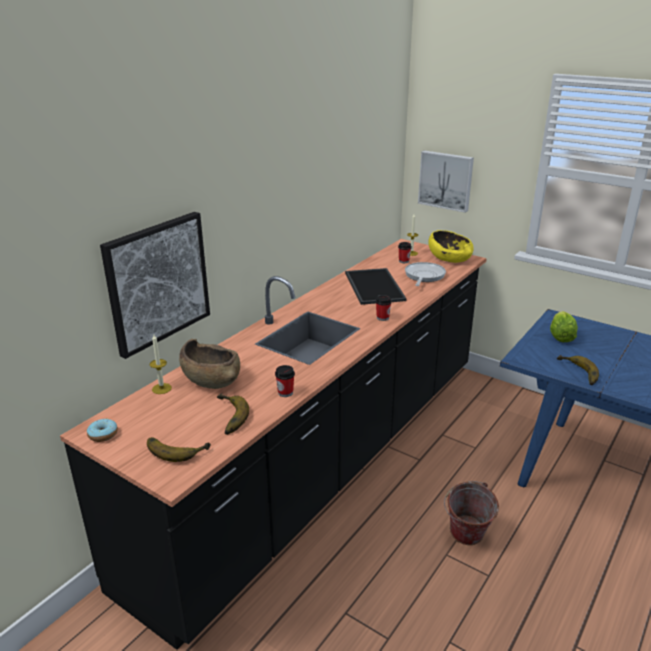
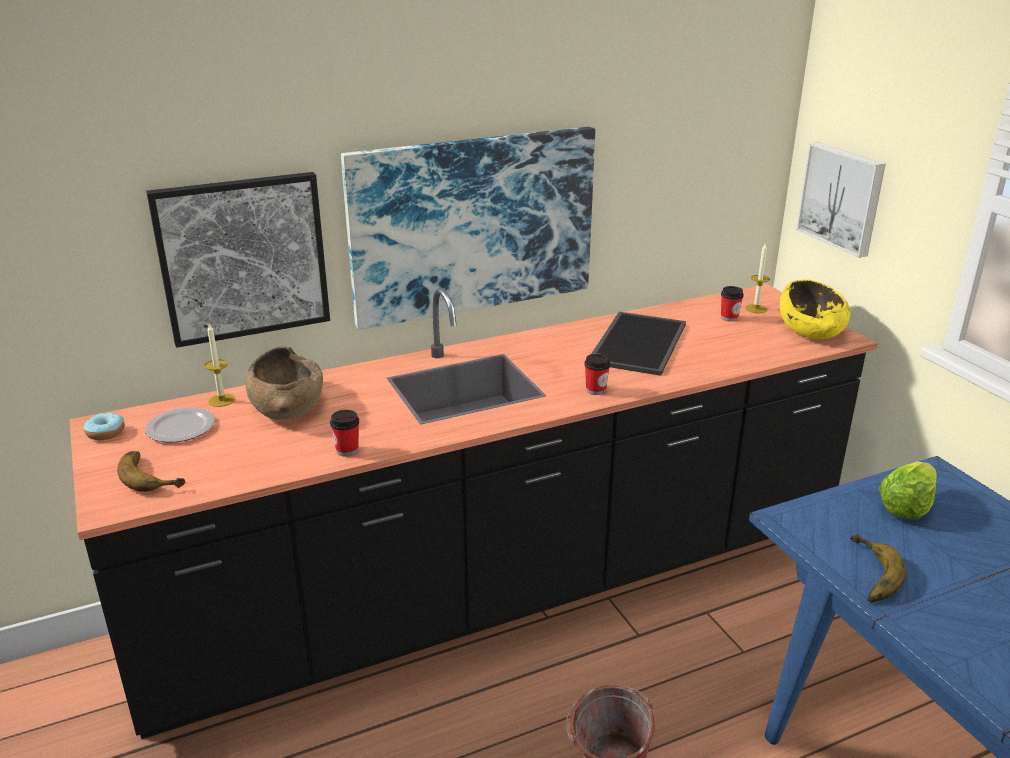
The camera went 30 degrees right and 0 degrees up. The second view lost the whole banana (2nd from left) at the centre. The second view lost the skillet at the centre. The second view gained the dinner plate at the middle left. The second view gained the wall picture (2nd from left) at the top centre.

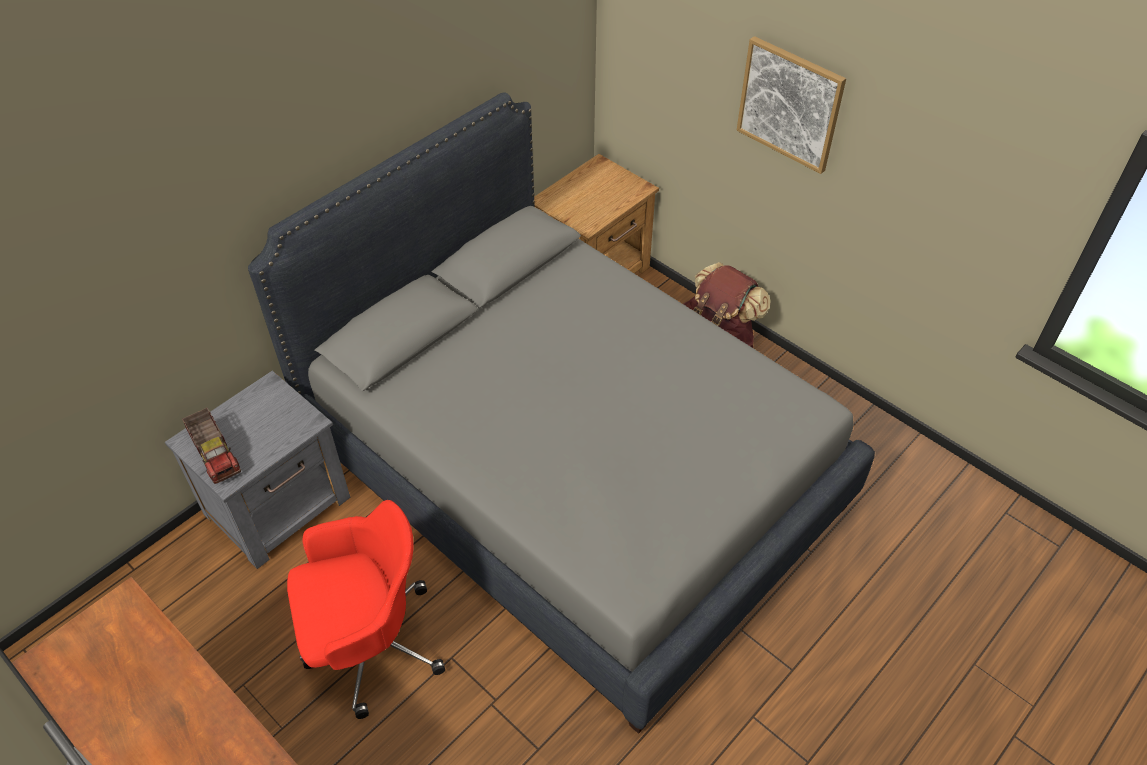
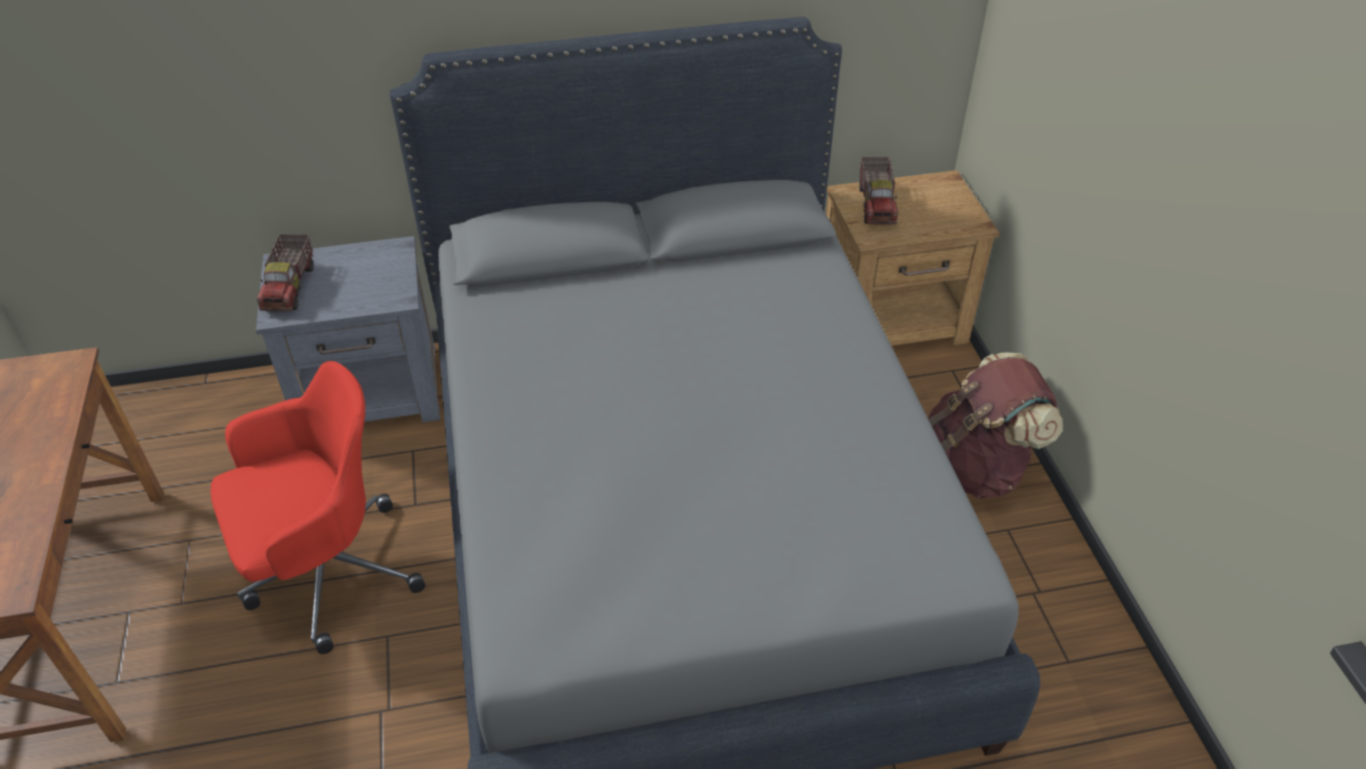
The camera went 35 degrees right and 5 degrees down. The desk chair (red-coloured) at the bottom left ended up facing another way, 45 degrees counterclockwise from before. The second view lost the wall picture at the top right. The second view gained the toy truck (2nd from left) at the top centre.

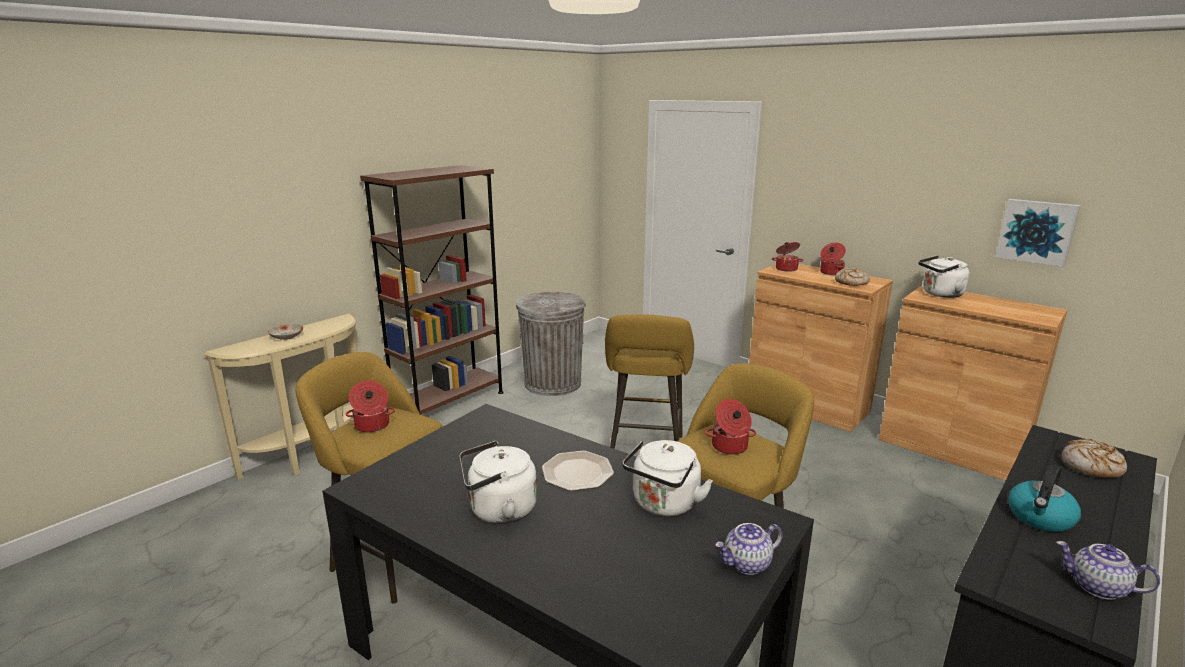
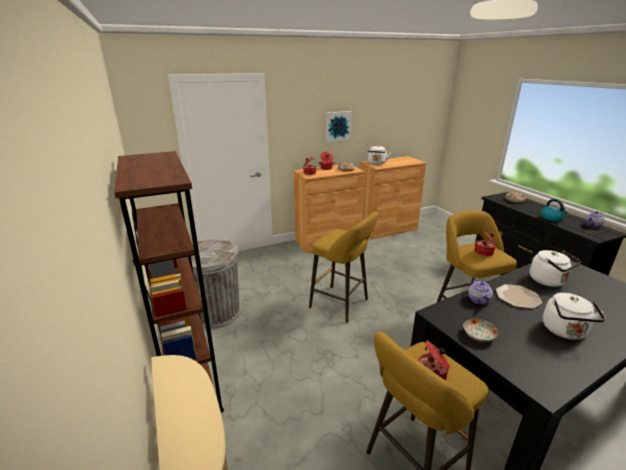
The camera went 65 degrees left and 5 degrees up. The dinner plate (1st from left) ended up elsewhere, having gone from the middle left to the bottom right. The pot for tea (1st from left) ended up elsewhere, having gone from the bottom centre to the middle right. The wall picture ended up elsewhere, having gone from the middle right to the top centre.

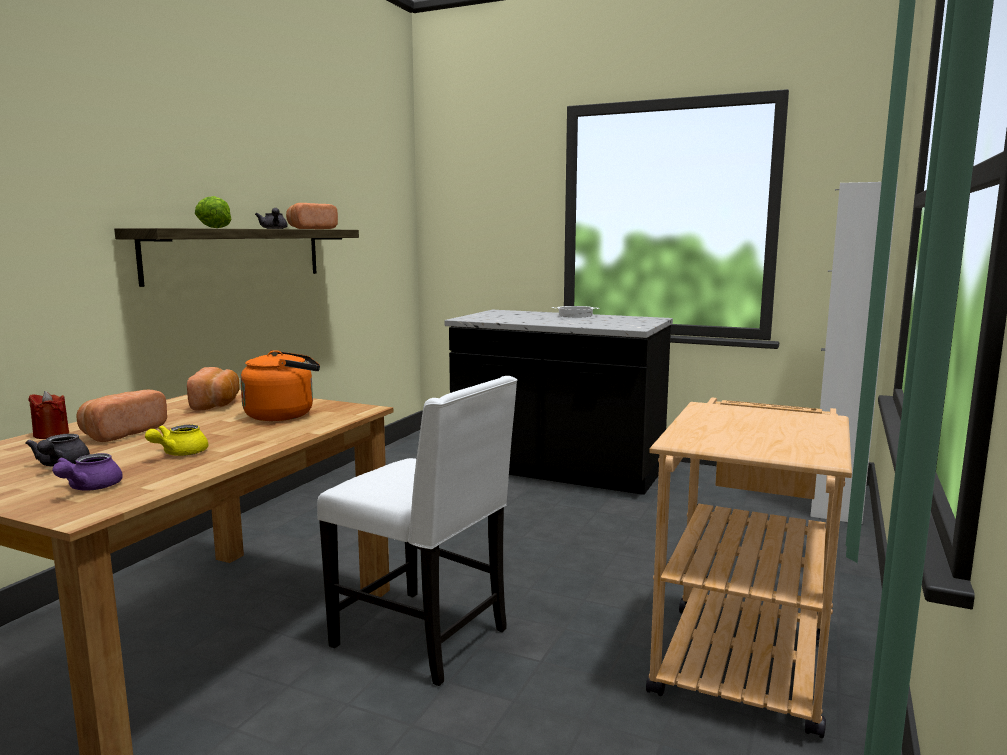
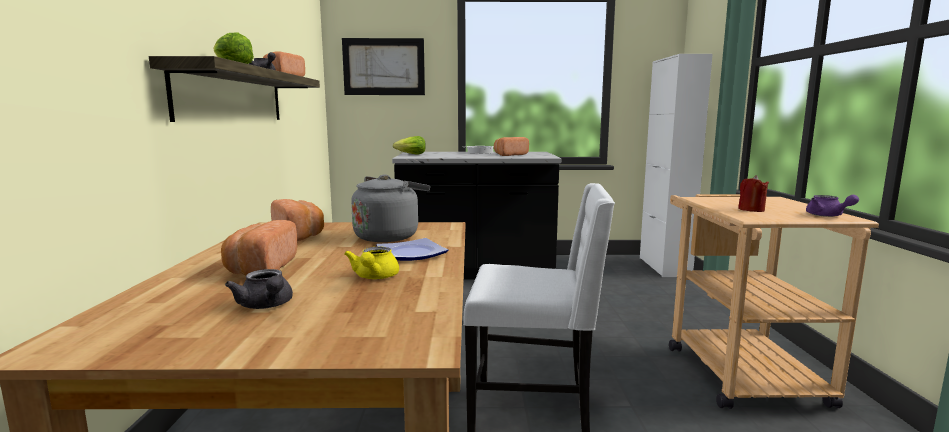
The camera went 25 degrees left and 0 degrees up. The candle (red-coloured) ended up elsewhere, having gone from the middle left to the middle right. The pot for tea (purplish) ended up elsewhere, having gone from the middle left to the middle right. What was the kettle (orange) at the middle left turned into the kettle (grey) at the centre. The second view gained the wall picture at the top centre. The second view gained the dinner plate at the centre. The second view gained the head of lettuce (2nd from left) at the centre. The second view gained the baked bread (4th from left) at the centre.

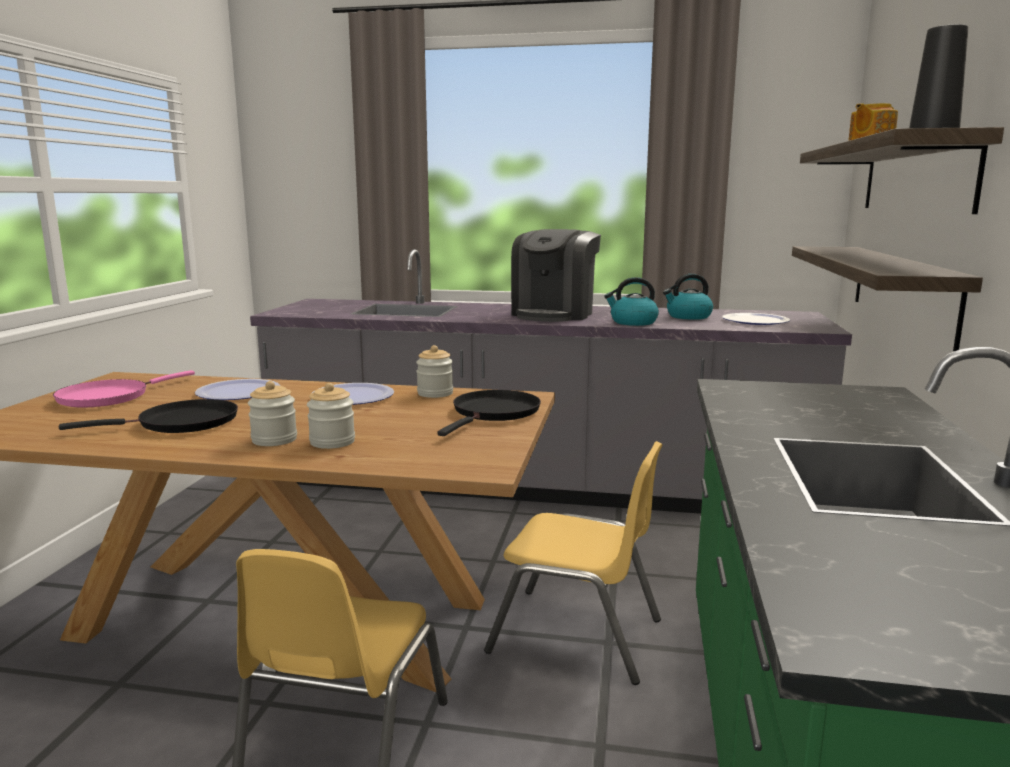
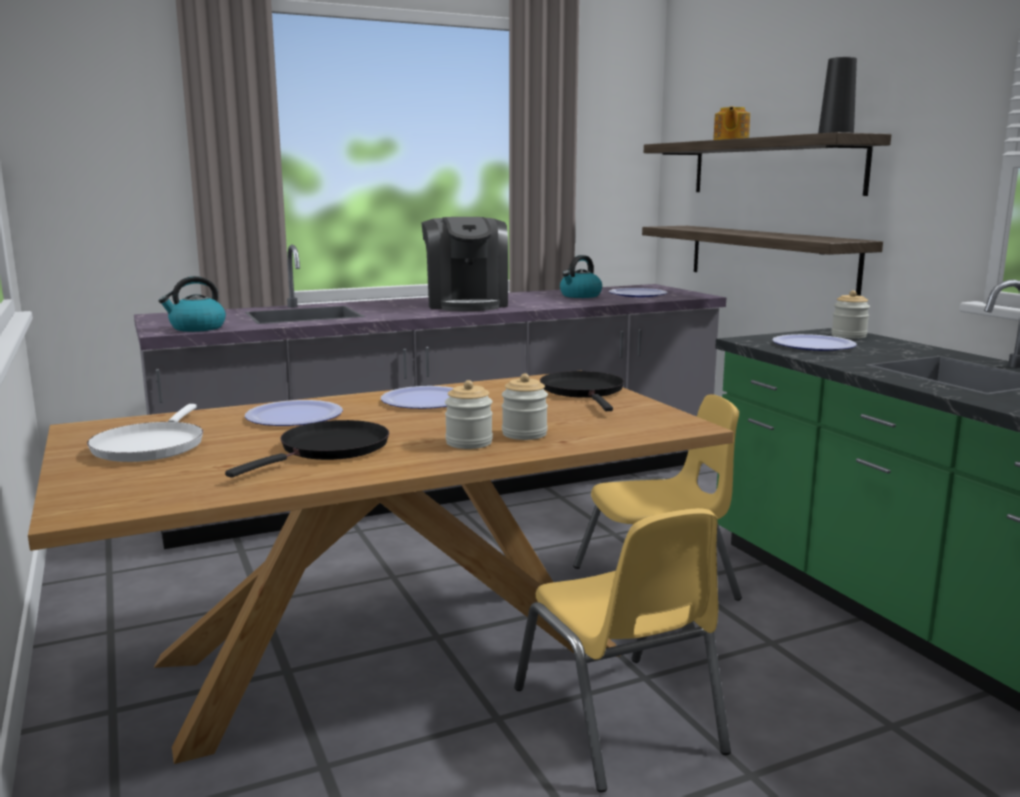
The camera went 35 degrees left and 0 degrees up. What was the skillet (pinkish) at the middle left turned into the skillet (white-coloured) at the middle left. The preserve jar (3rd from left) ended up elsewhere, having gone from the centre to the middle right. The kettle (1st from left) ended up elsewhere, having gone from the centre to the middle left. The second view gained the dinner plate (4th from left) at the middle right.

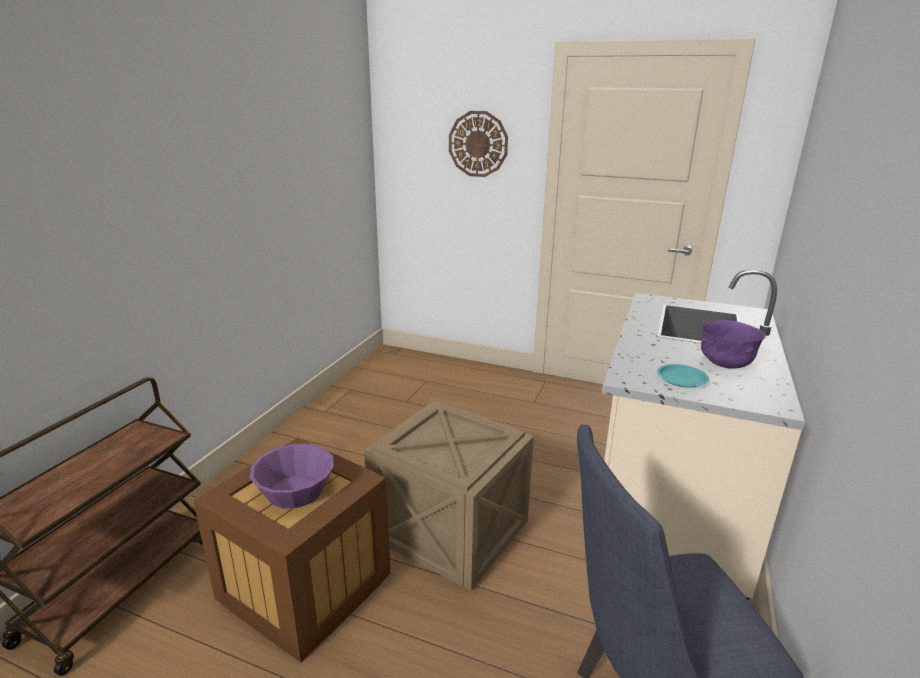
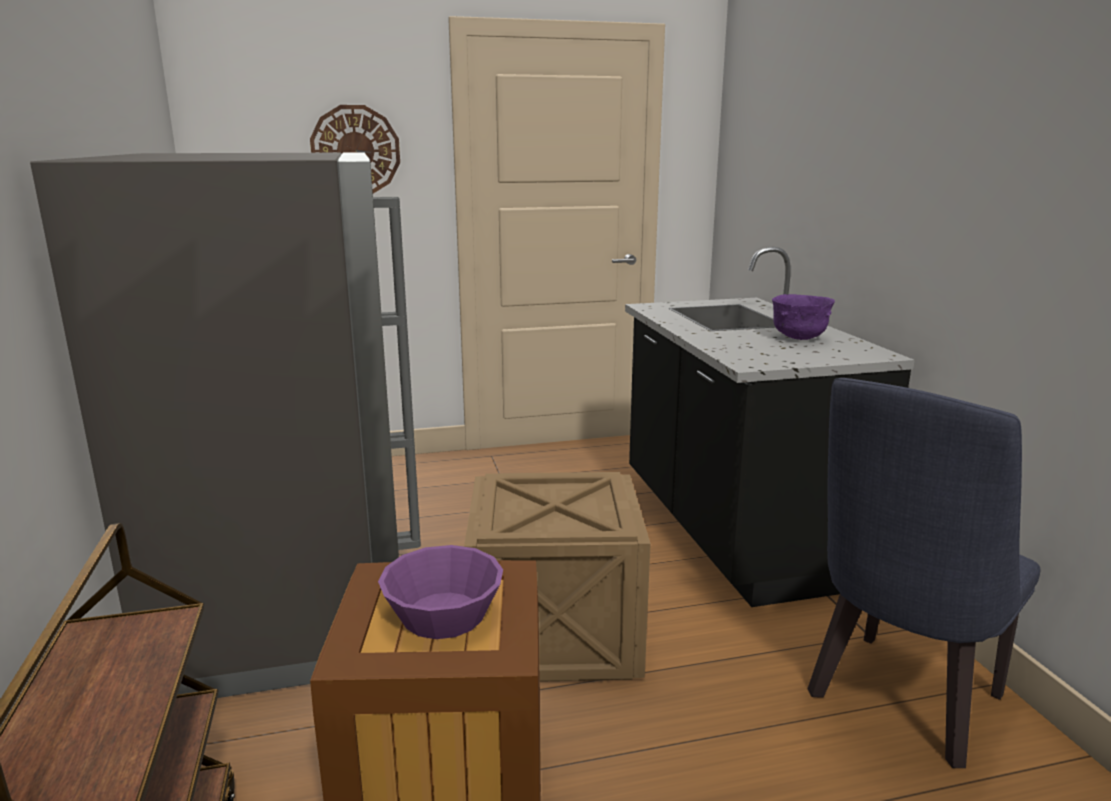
The camera went 35 degrees left and 5 degrees down. What was the kitchen counter (beige) at the middle right turned into the kitchen counter (blackish) at the middle right. The second view lost the dinner plate (blue-green) at the middle right. The second view gained the refrigerator (grey) at the middle left.

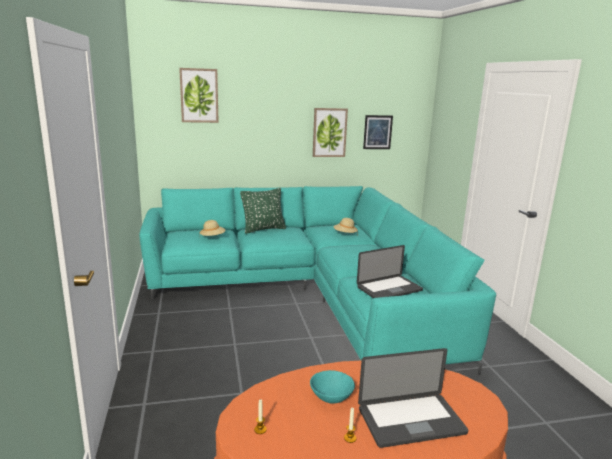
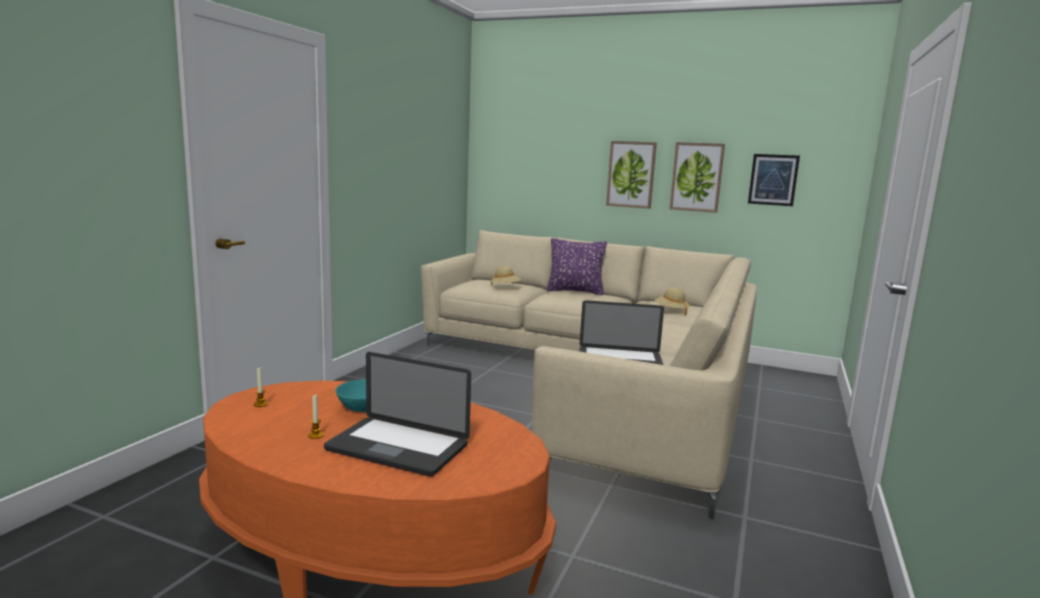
The camera went 35 degrees right and 5 degrees down. What was the sofa (blue-green) at the centre turned into the sofa (beige) at the centre. The wall picture (1st from left) ended up elsewhere, having gone from the top left to the top centre. What was the cushion (green) at the centre turned into the cushion (purplish) at the centre.

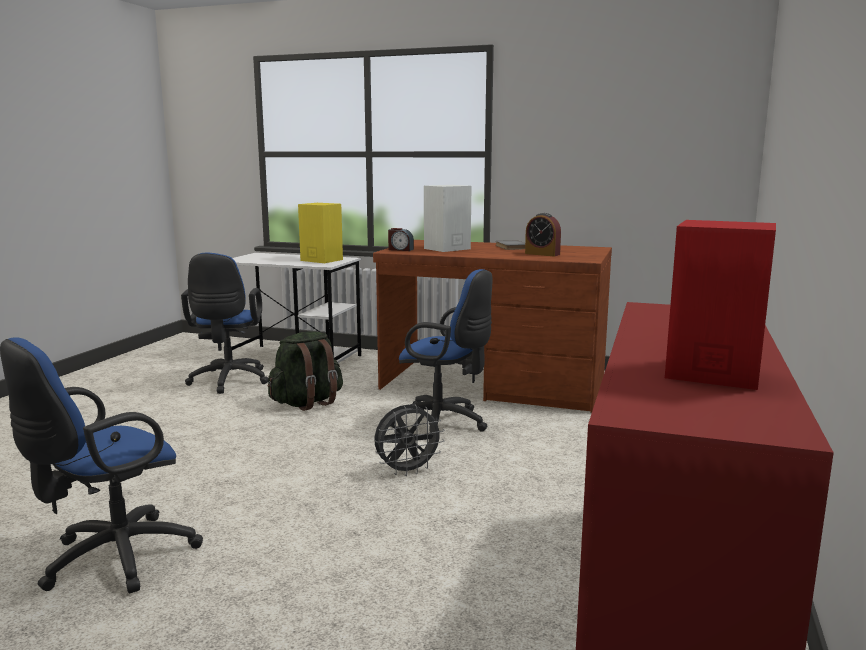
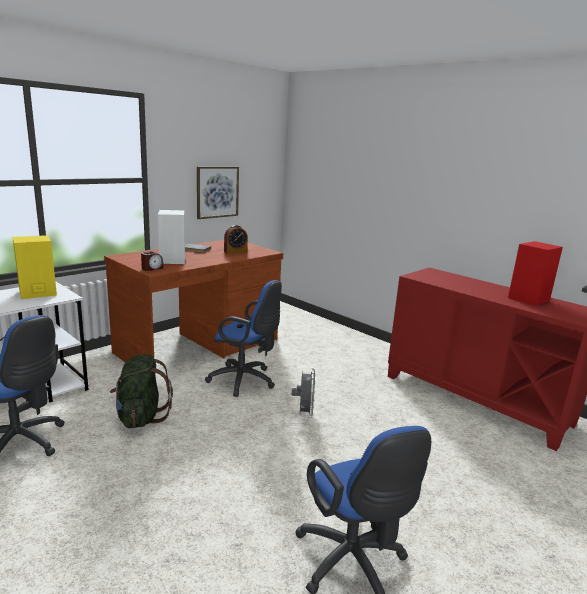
The camera went 65 degrees left and 5 degrees up. The desk chair (bluish) (3rd from left in the first image) at the centre ended up facing another way, 60 degrees clockwise from before. The second view gained the wall picture at the top centre.

